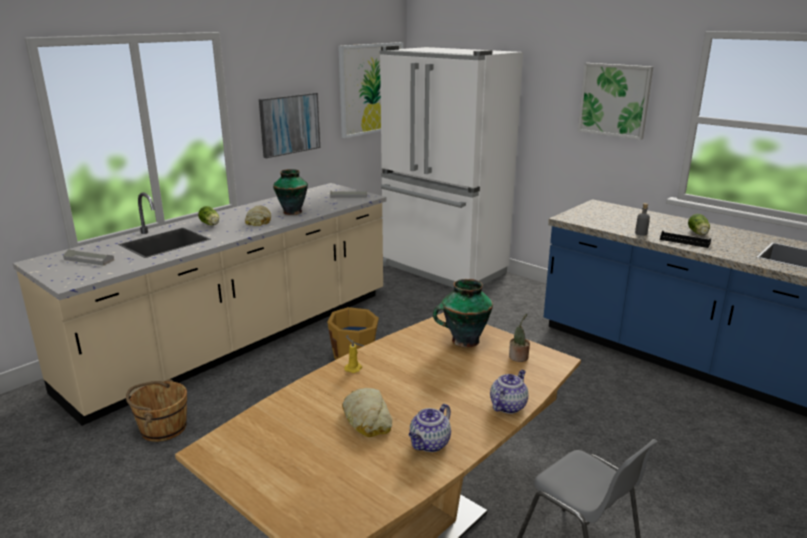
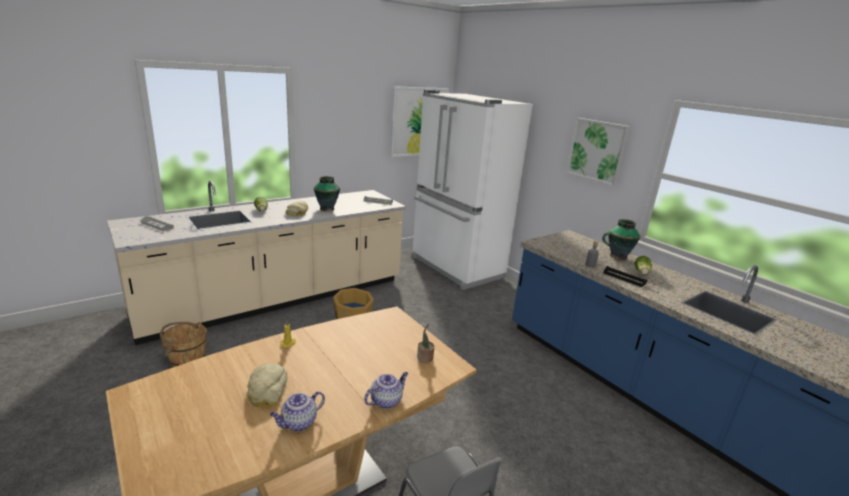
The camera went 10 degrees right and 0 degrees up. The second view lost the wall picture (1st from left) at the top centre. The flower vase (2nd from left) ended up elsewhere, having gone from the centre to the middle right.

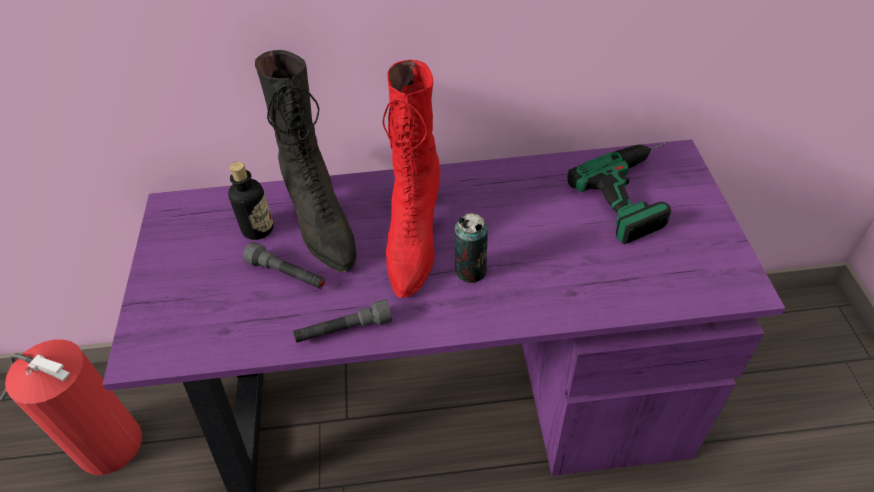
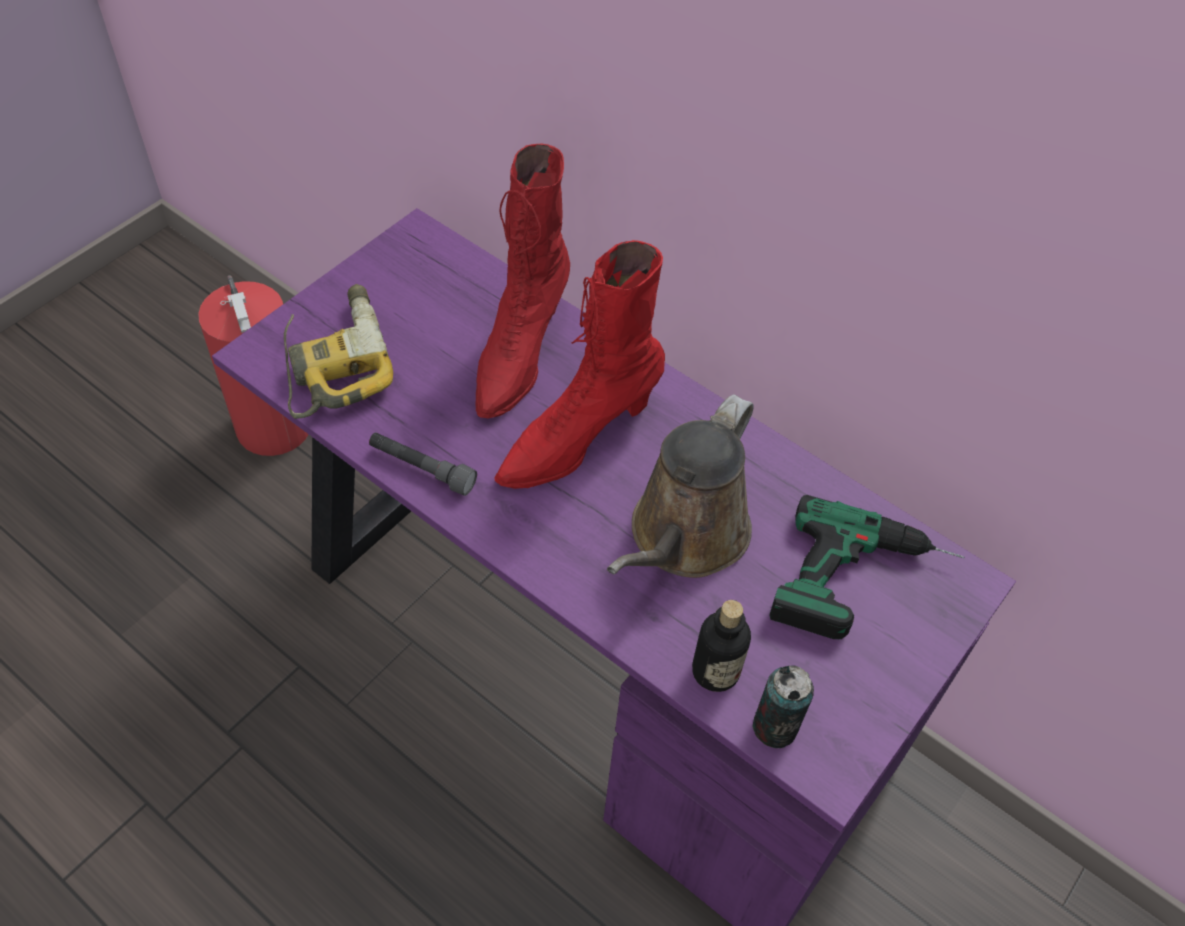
The camera went 40 degrees right and 5 degrees up. The drink bottle ended up elsewhere, having gone from the middle left to the bottom centre. The second view lost the hand torch (grey) (1st from left) at the middle left. What was the high-top boot (blackish) at the top centre turned into the high-top boot (red-coloured) (1st from left) at the top centre. The metal can ended up elsewhere, having gone from the centre to the bottom centre. The second view gained the power drill (1st from left) at the middle left. The second view gained the sprinkling can (brownish) at the centre.

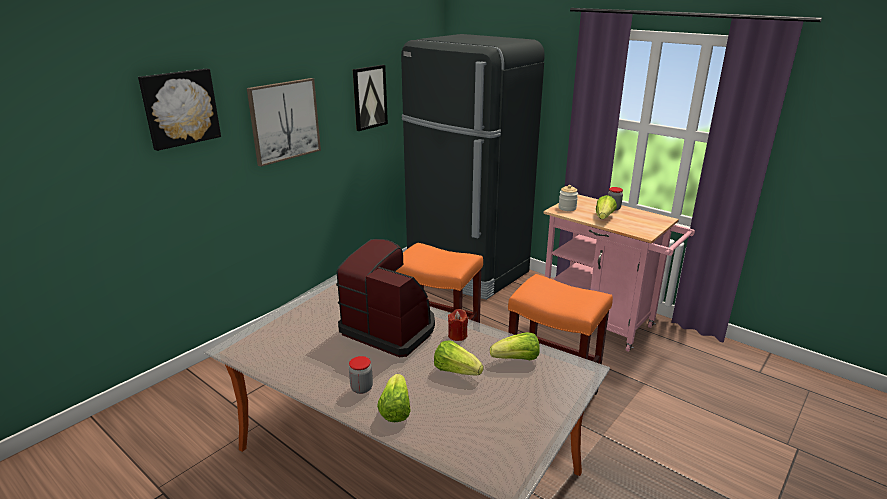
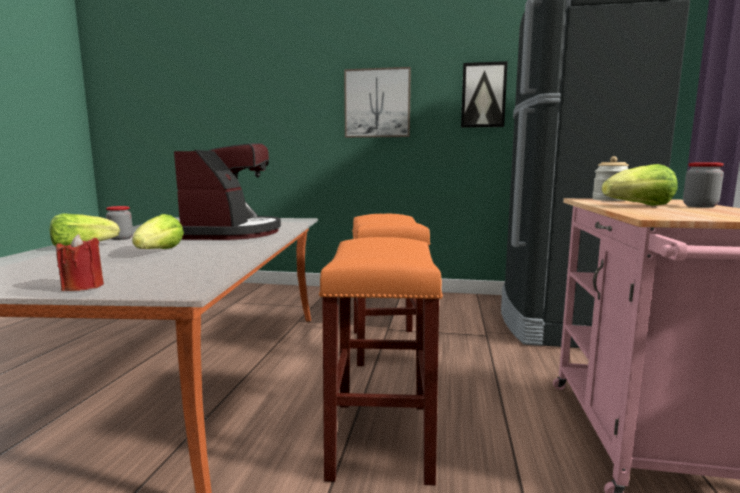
The camera went 60 degrees right and 15 degrees down. The second view lost the wall picture (1st from left) at the top left. The candle (red-coloured) ended up elsewhere, having gone from the centre to the middle left. The second view lost the head of lettuce (3rd from left) at the bottom centre.

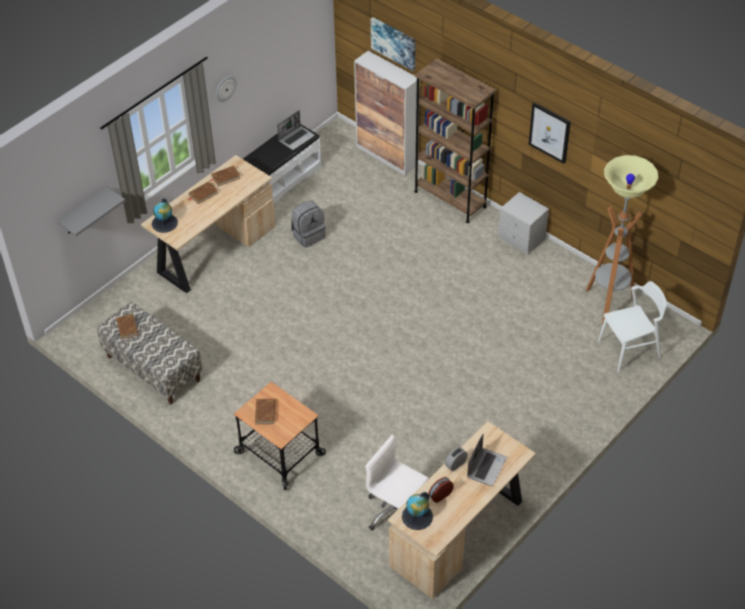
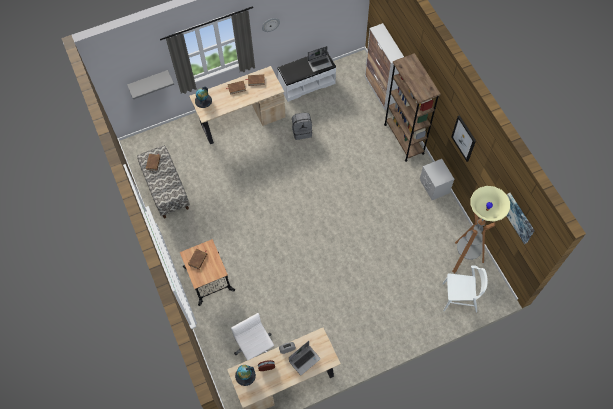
The camera went 25 degrees right and 15 degrees up. The wall picture (1st from left in the first image) ended up elsewhere, having gone from the top centre to the middle right.

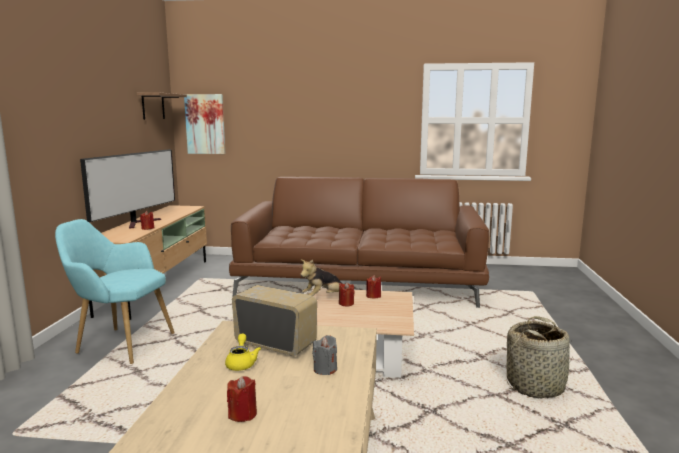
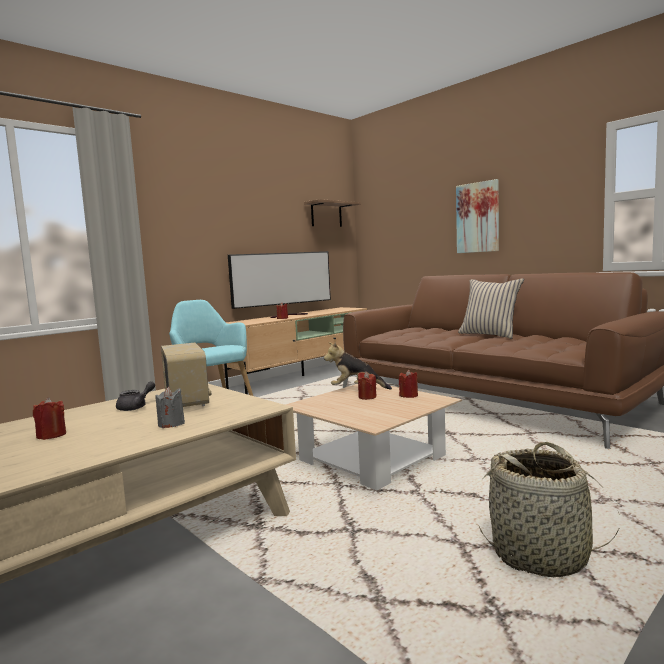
The camera went 40 degrees right and 5 degrees down. The wall picture ended up elsewhere, having gone from the top left to the top right. What was the pot for tea (yellow) at the bottom centre turned into the pot for tea (grey) at the middle left. The second view gained the cushion (beige) at the middle right.

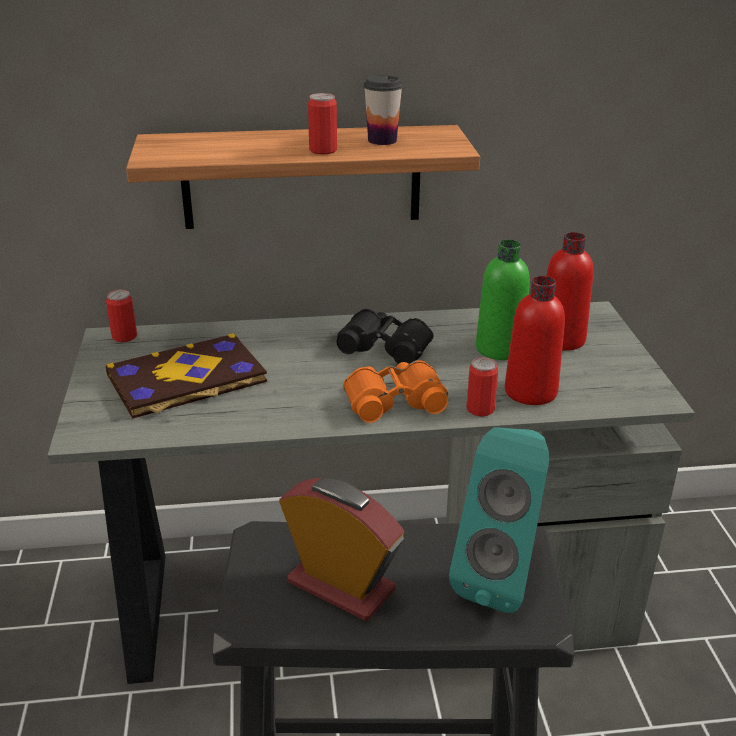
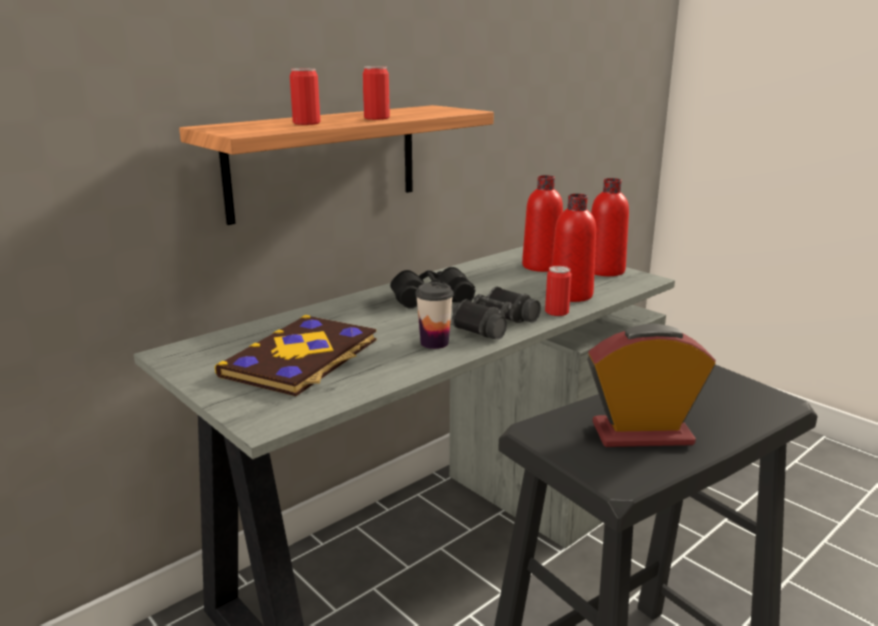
The camera went 35 degrees left and 10 degrees down. The metal can (1st from left) ended up elsewhere, having gone from the middle left to the top centre. What was the binoculars (orange) at the centre turned into the binoculars (blackish) (2nd from left) at the centre. The small cup ended up elsewhere, having gone from the top centre to the centre. The second view lost the audio speaker (blue-green) at the bottom right. The second view lost the drink bottle (green) at the middle right. The second view gained the drink bottle (red-coloured) (3rd from left) at the middle right.

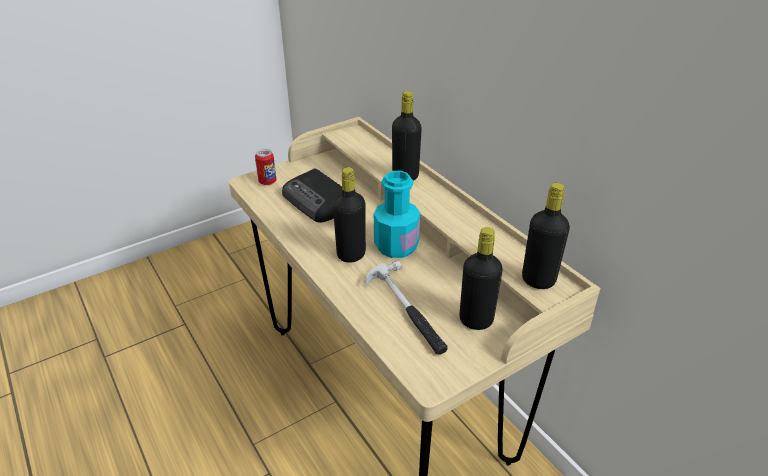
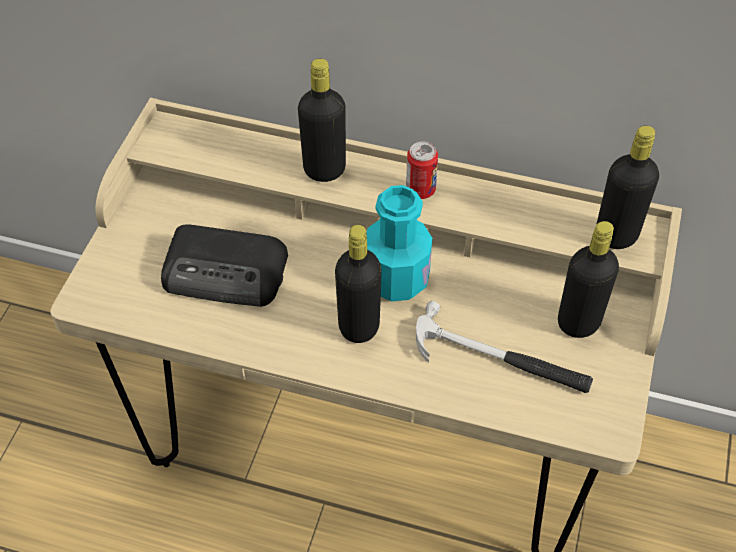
The camera went 40 degrees left and 15 degrees up. The metal can ended up elsewhere, having gone from the centre to the top centre.

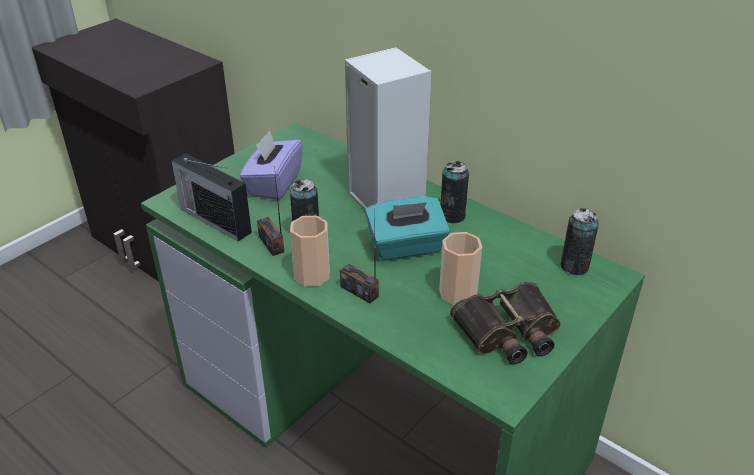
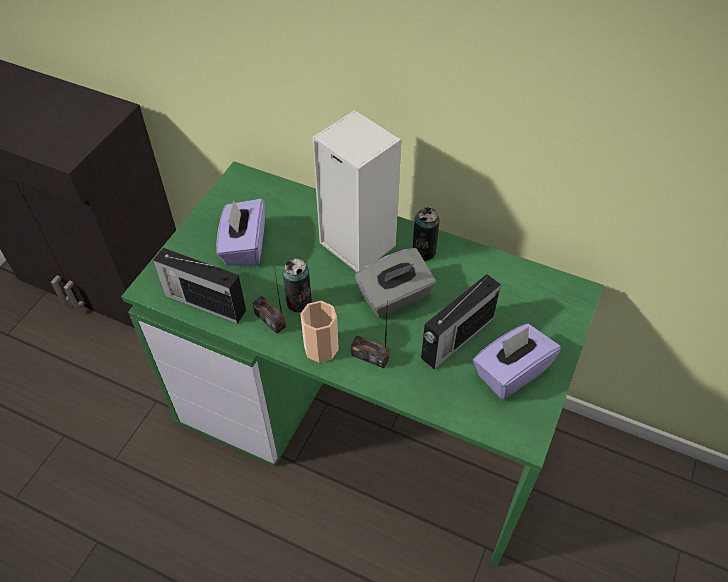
The camera went 15 degrees left and 15 degrees up. What was the tissue box (blue-green) at the centre turned into the tissue box (grey) at the centre. Where the small cup (2nd from left) stood at the centre, the radio set (4th from left) came to stand at the centre. Where the binoculars stood at the bottom right, the tissue box (purplish) (2nd from left) came to stand at the middle right. The second view lost the metal can (3rd from left) at the middle right.

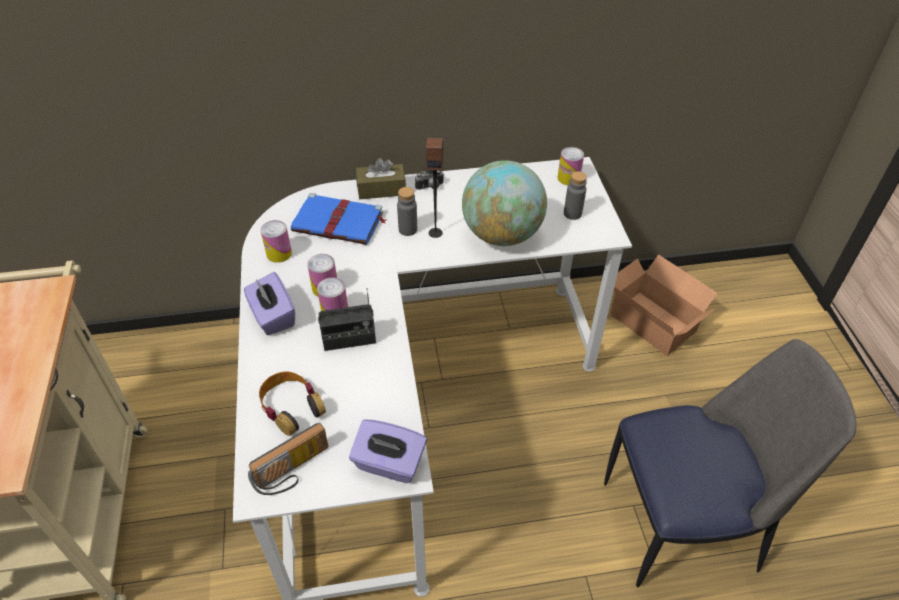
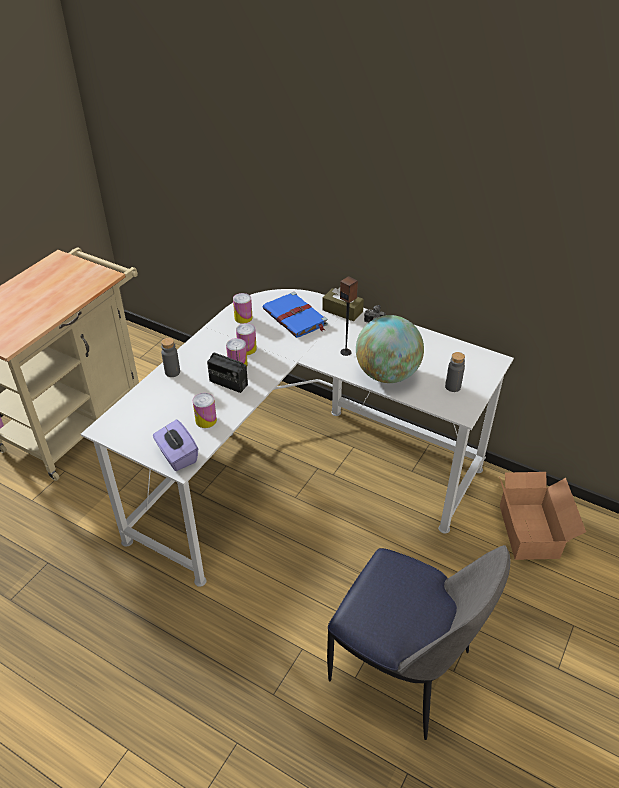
The camera went 40 degrees right and 5 degrees down. The second view lost the tissue box (purplish) (1st from left) at the middle left. The second view lost the radio set (1st from left) at the bottom left. The second view lost the headphones at the bottom left. The drink bottle (grey) (1st from left) ended up elsewhere, having gone from the centre to the middle left. The metal can (4th from left in the first image) ended up elsewhere, having gone from the top centre to the middle left.

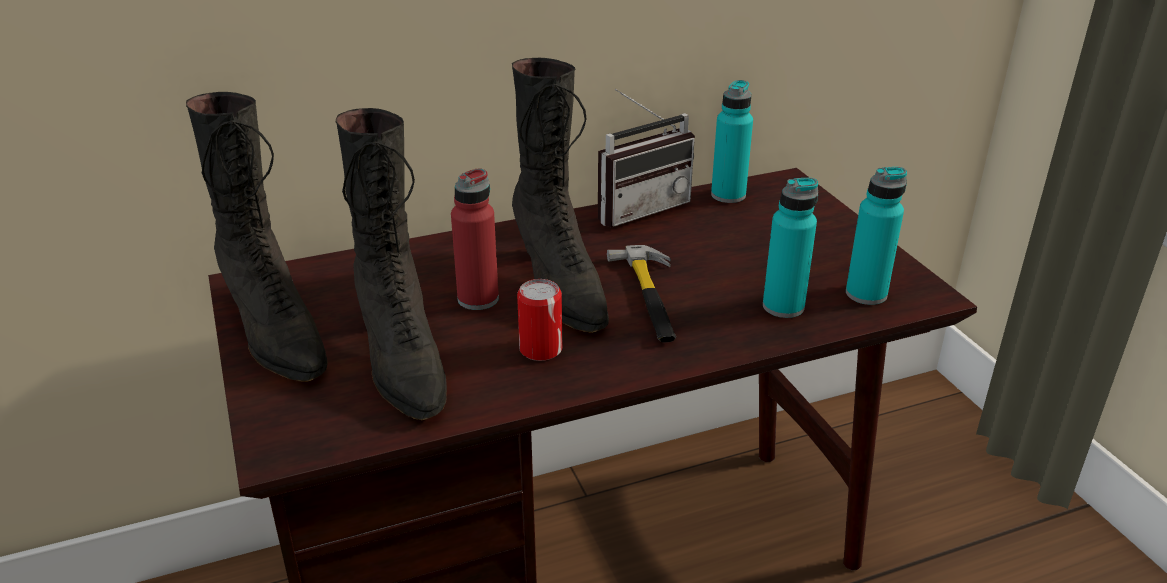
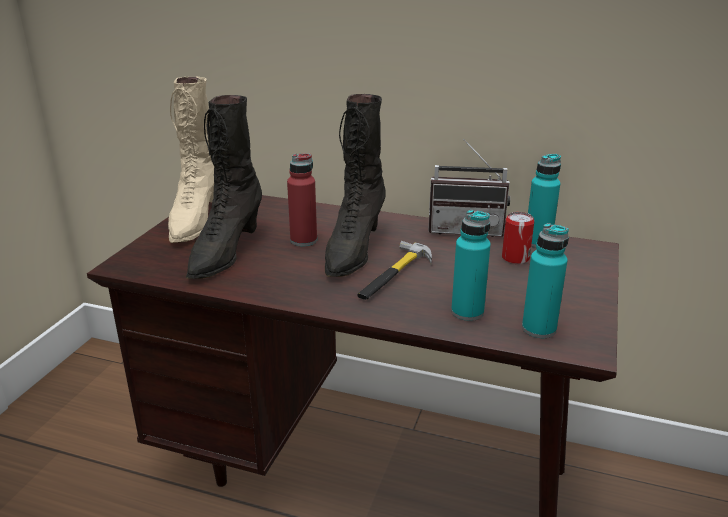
The camera went 40 degrees right and 5 degrees down. What was the high-top boot (blackish) (1st from left) at the middle left turned into the high-top boot (beige) at the top left. The metal can ended up elsewhere, having gone from the centre to the middle right.

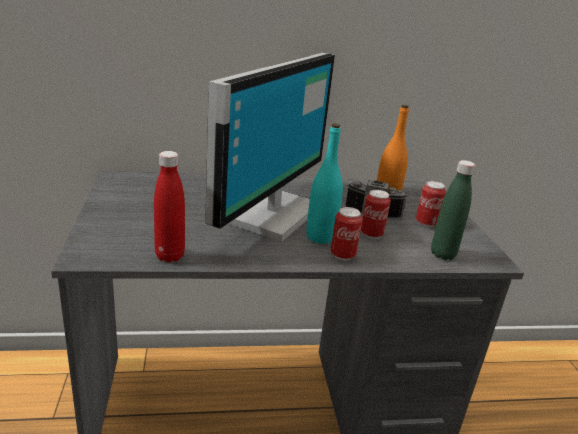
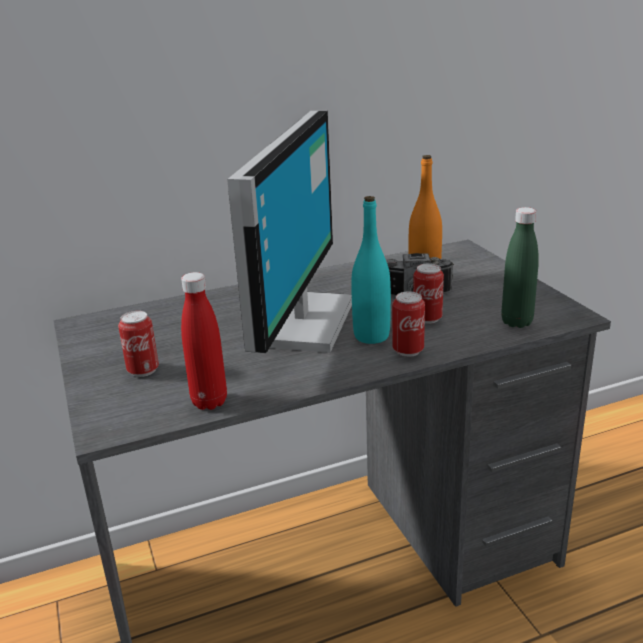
The camera went 10 degrees left and 0 degrees up. The metal can (3rd from left in the first image) ended up elsewhere, having gone from the middle right to the middle left.

